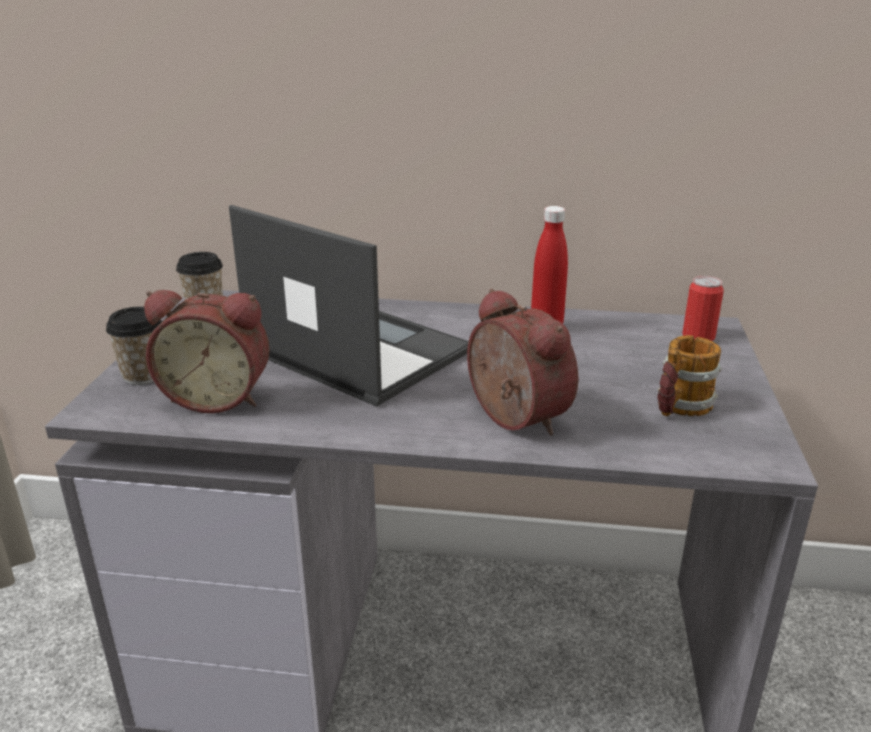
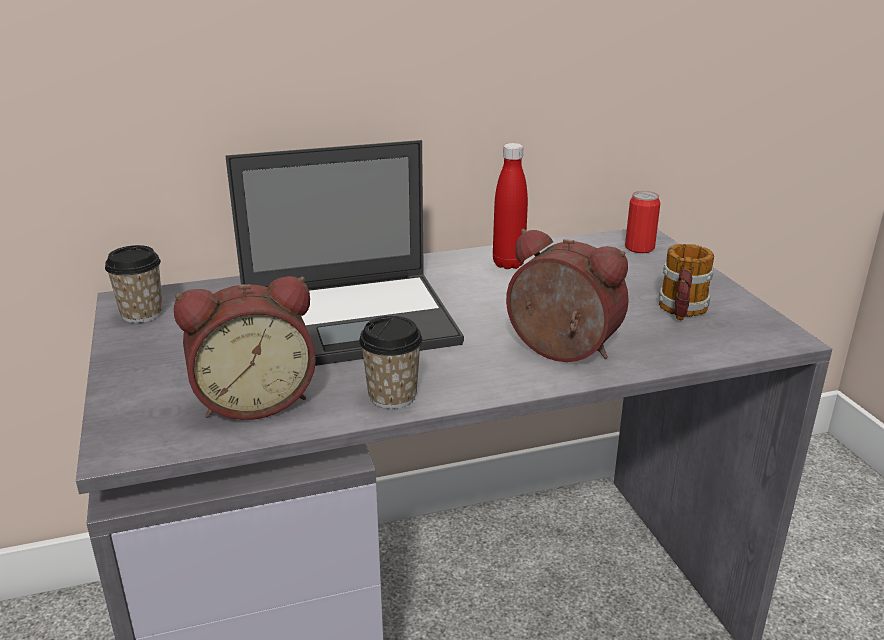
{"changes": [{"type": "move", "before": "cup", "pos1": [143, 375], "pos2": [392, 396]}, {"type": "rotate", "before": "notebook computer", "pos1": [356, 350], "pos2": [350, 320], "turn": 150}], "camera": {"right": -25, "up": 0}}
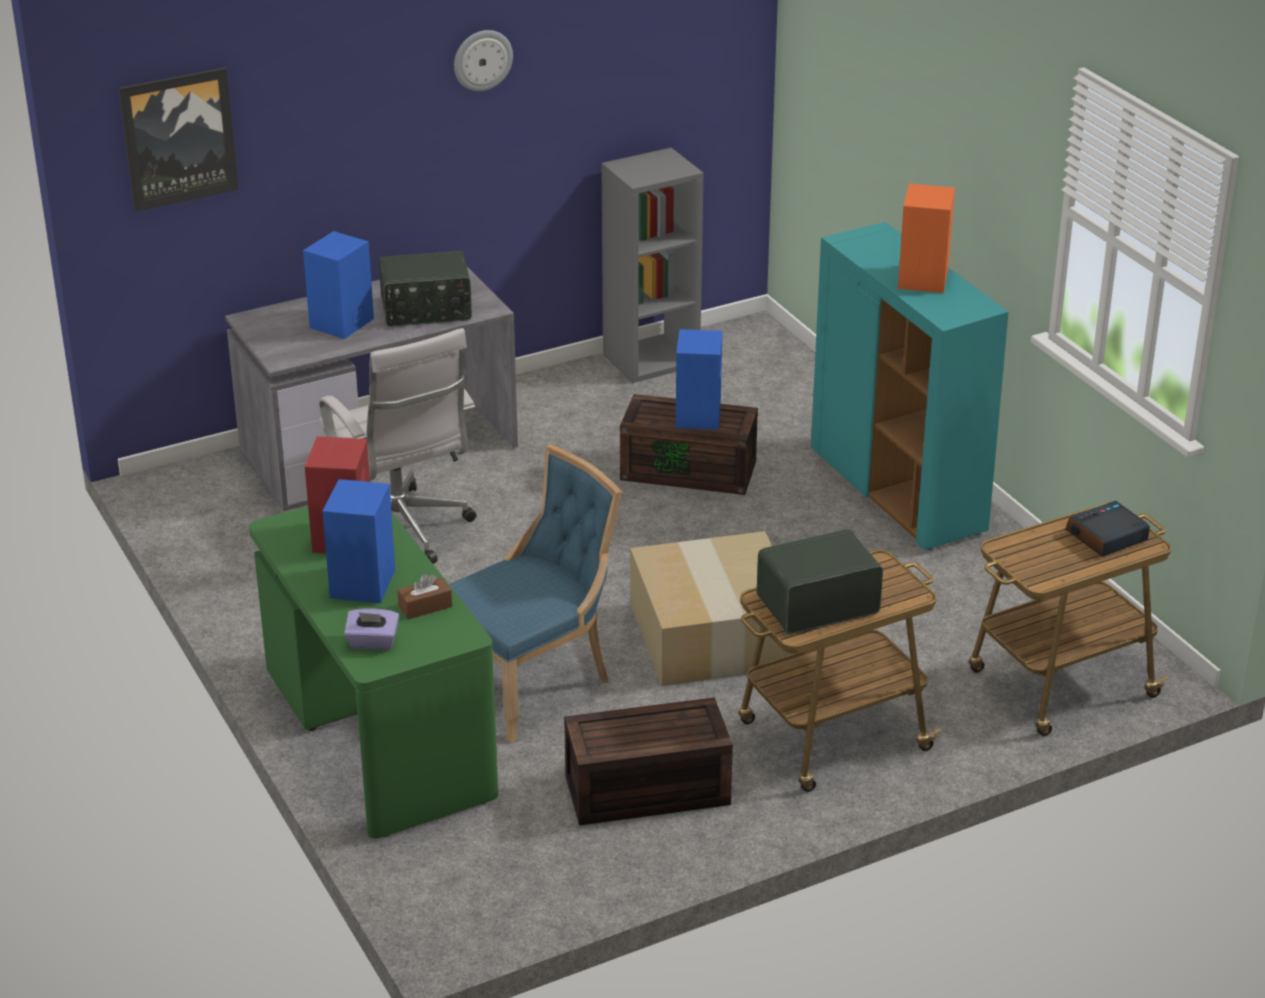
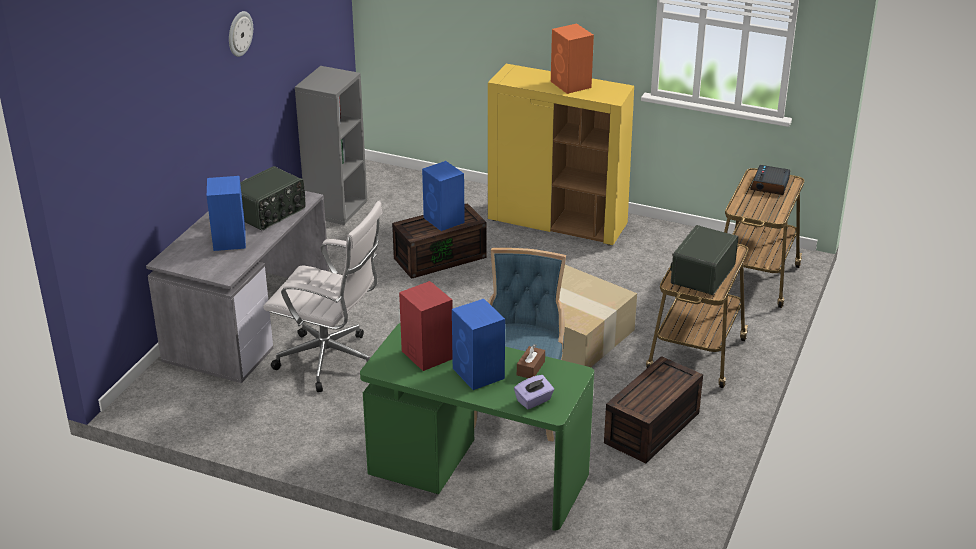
{"changes": [{"type": "delete", "before": "picture", "pos1": [178, 138]}, {"type": "recolor", "before": "turquoise-coloured storage cabinet", "after": "yellowish storage cabinet", "pos1": [898, 492], "pos2": [558, 223]}], "camera": {"right": -40, "up": 0}}
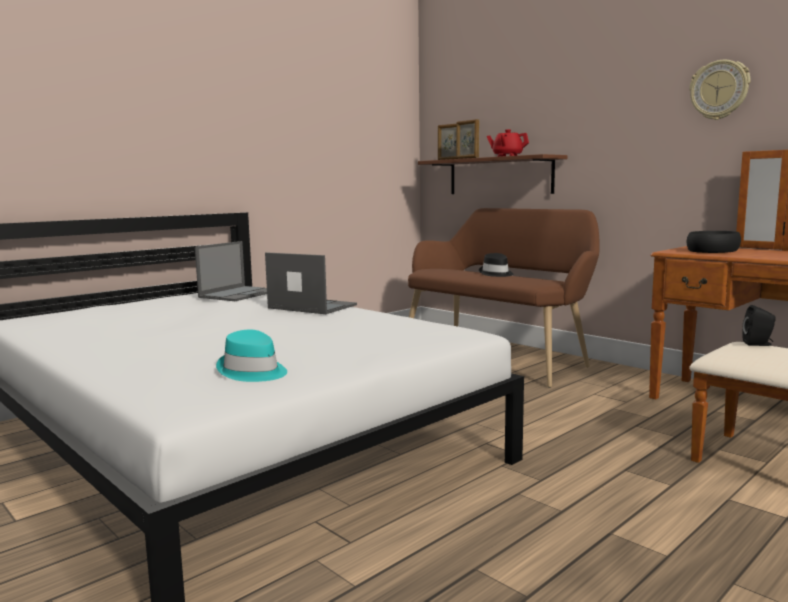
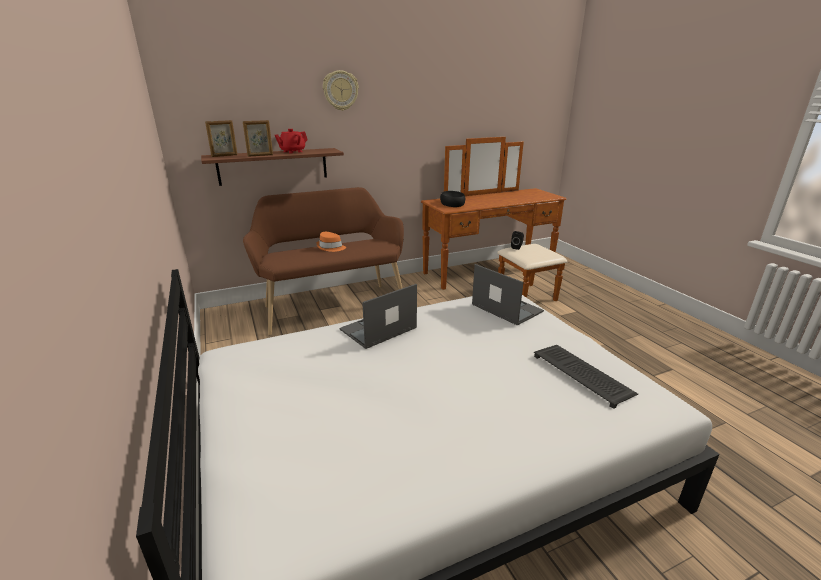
{"changes": [{"type": "move", "before": "notebook computer", "pos1": [239, 294], "pos2": [506, 308]}, {"type": "replace", "before": "turquoise-coloured hat", "after": "computer keyboard", "pos1": [252, 372], "pos2": [583, 375]}, {"type": "recolor", "before": "black-coloured hat", "after": "orange hat", "pos1": [496, 274], "pos2": [331, 247]}, {"type": "move", "before": "hanging clock", "pos1": [719, 90], "pos2": [340, 90]}], "camera": {"right": -70, "up": 15}}
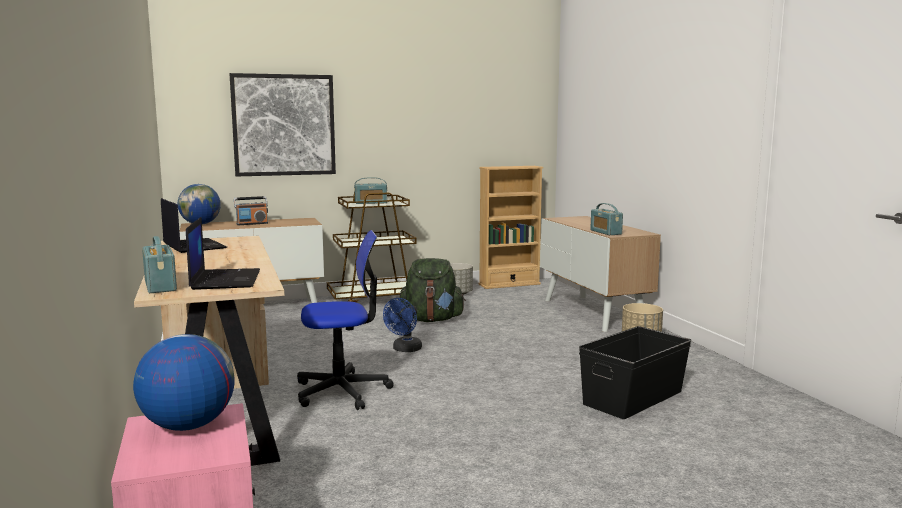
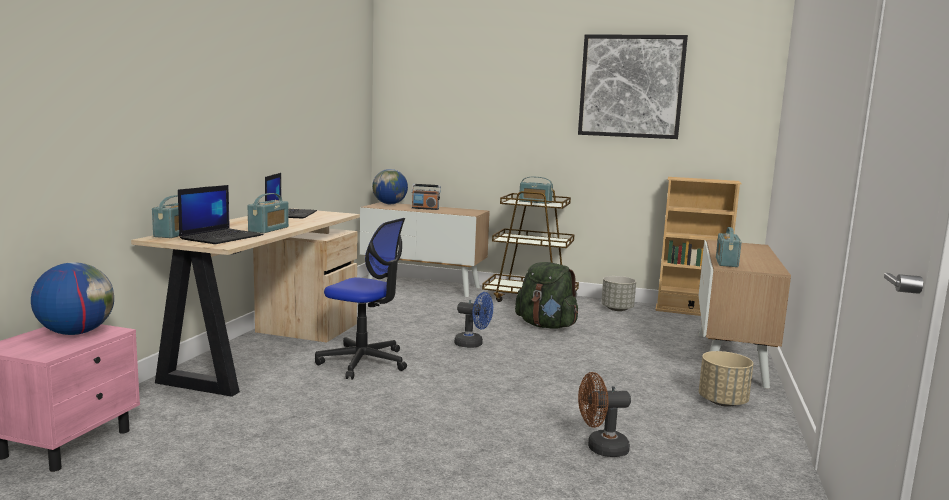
{"changes": [{"type": "move", "before": "picture", "pos1": [284, 125], "pos2": [631, 86]}, {"type": "rotate", "before": "blue-coloured electric fan", "pos1": [405, 350], "pos2": [473, 344], "turn": -135}, {"type": "replace", "before": "black-coloured storage container", "after": "brown-coloured electric fan", "pos1": [634, 397], "pos2": [601, 448]}, {"type": "insert", "after": "radio set", "pos2": [269, 229]}], "camera": {"right": 35, "up": 0}}
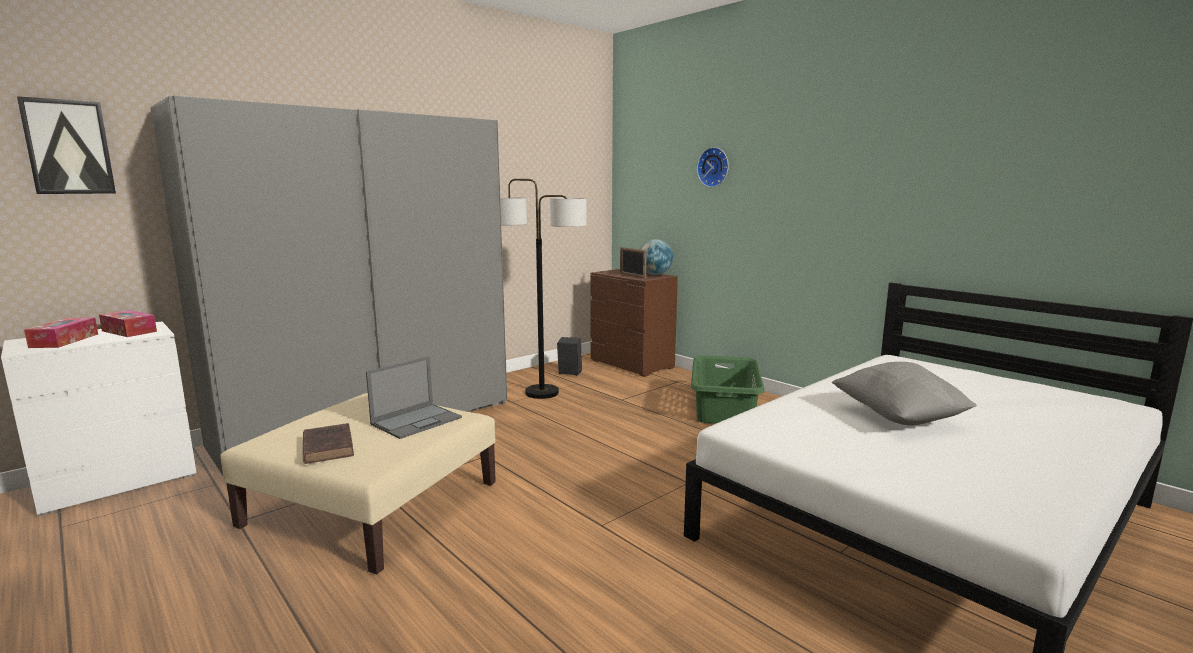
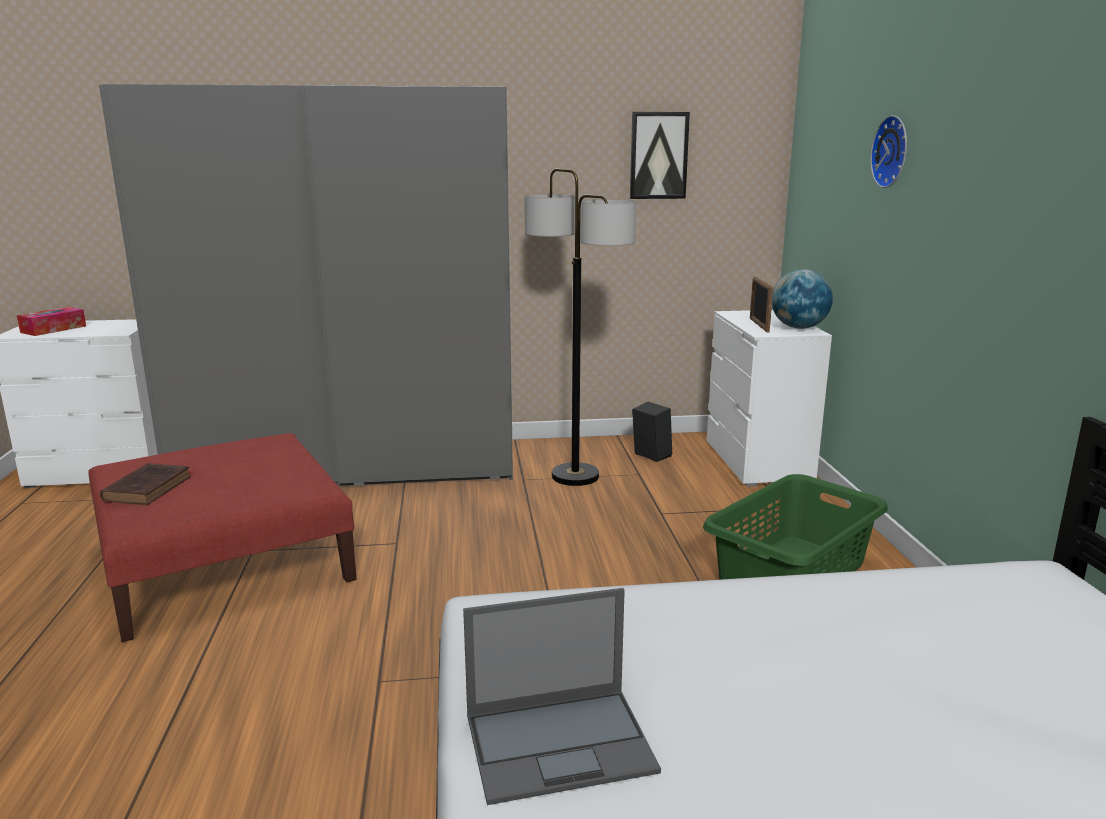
{"changes": [{"type": "move", "before": "picture", "pos1": [68, 147], "pos2": [658, 155]}, {"type": "delete", "before": "box of tissues", "pos1": [129, 331]}, {"type": "recolor", "before": "sand-coloured pouffe", "after": "reddish pouffe", "pos1": [373, 503], "pos2": [226, 562]}, {"type": "move", "before": "notebook computer", "pos1": [417, 421], "pos2": [561, 742]}, {"type": "recolor", "before": "brown-coloured dresser", "after": "white-coloured dresser", "pos1": [632, 364], "pos2": [758, 462]}, {"type": "delete", "before": "gray cushion", "pos1": [898, 417]}], "camera": {"right": 35, "up": 5}}
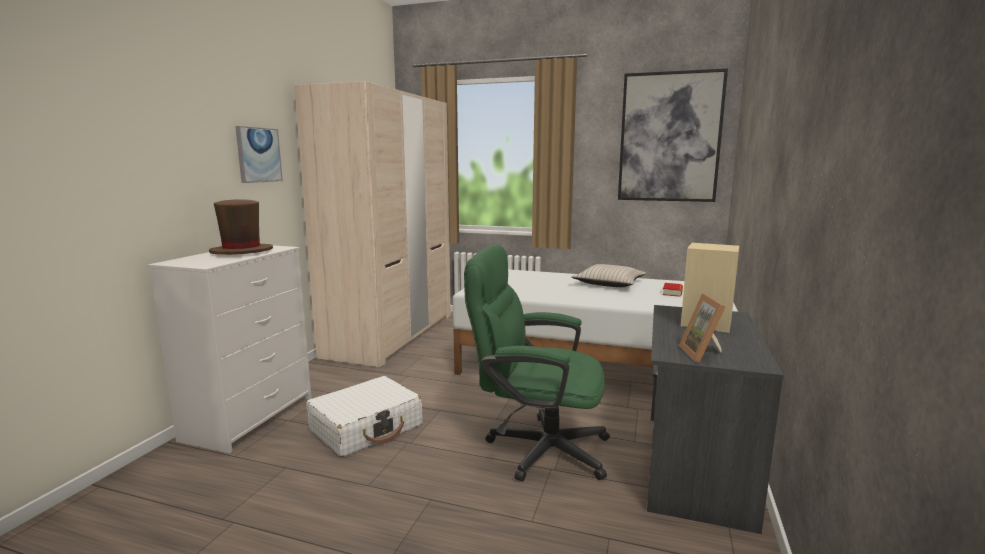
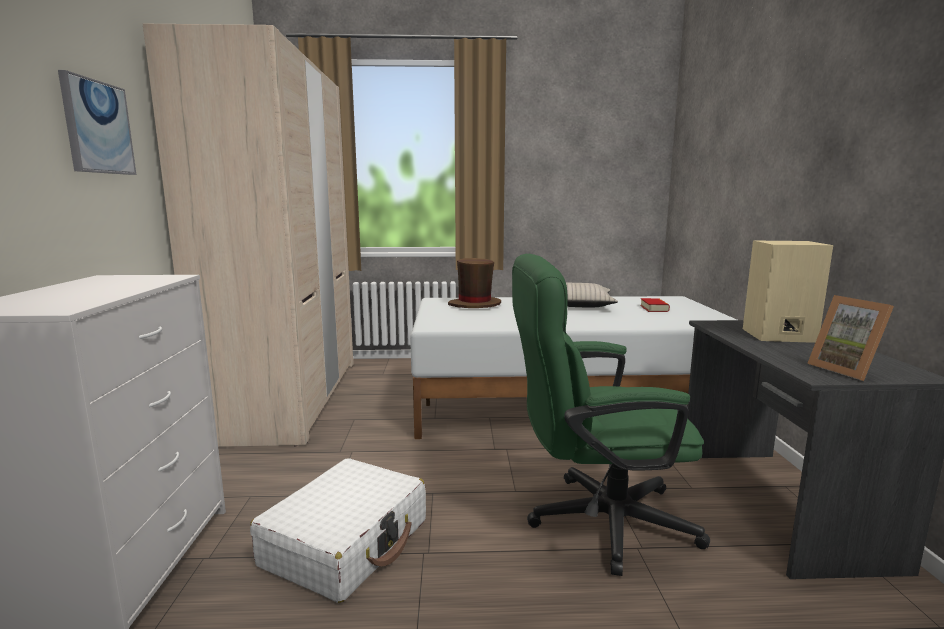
{"changes": [{"type": "move", "before": "brown-coloured hat", "pos1": [241, 252], "pos2": [474, 305]}, {"type": "delete", "before": "picture", "pos1": [669, 137]}], "camera": {"right": -20, "up": 0}}
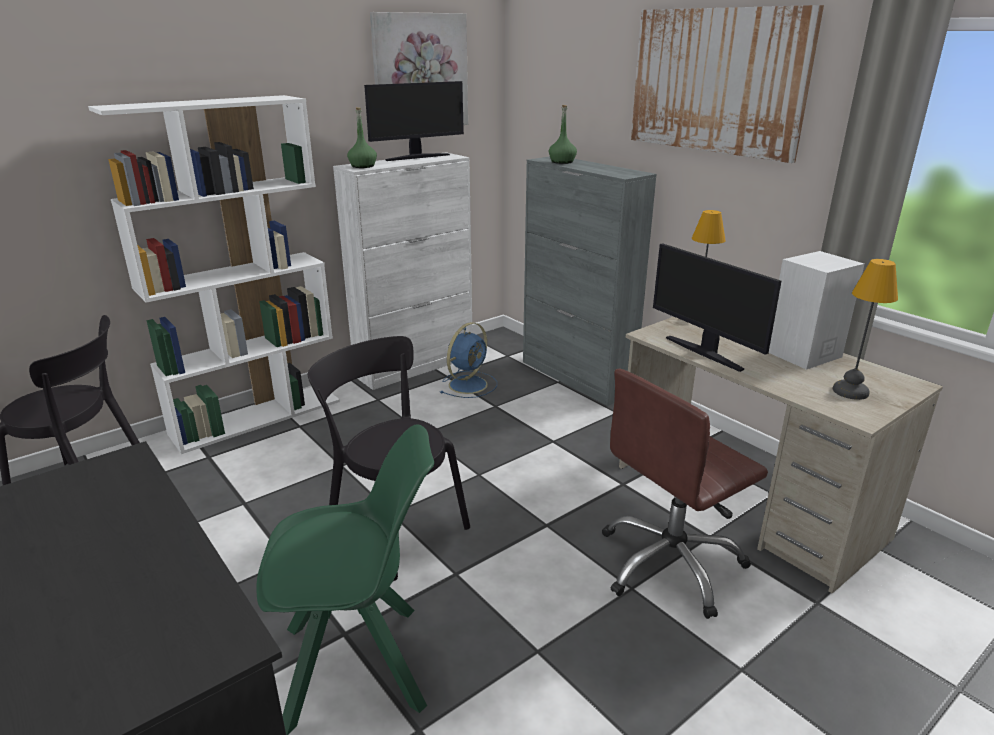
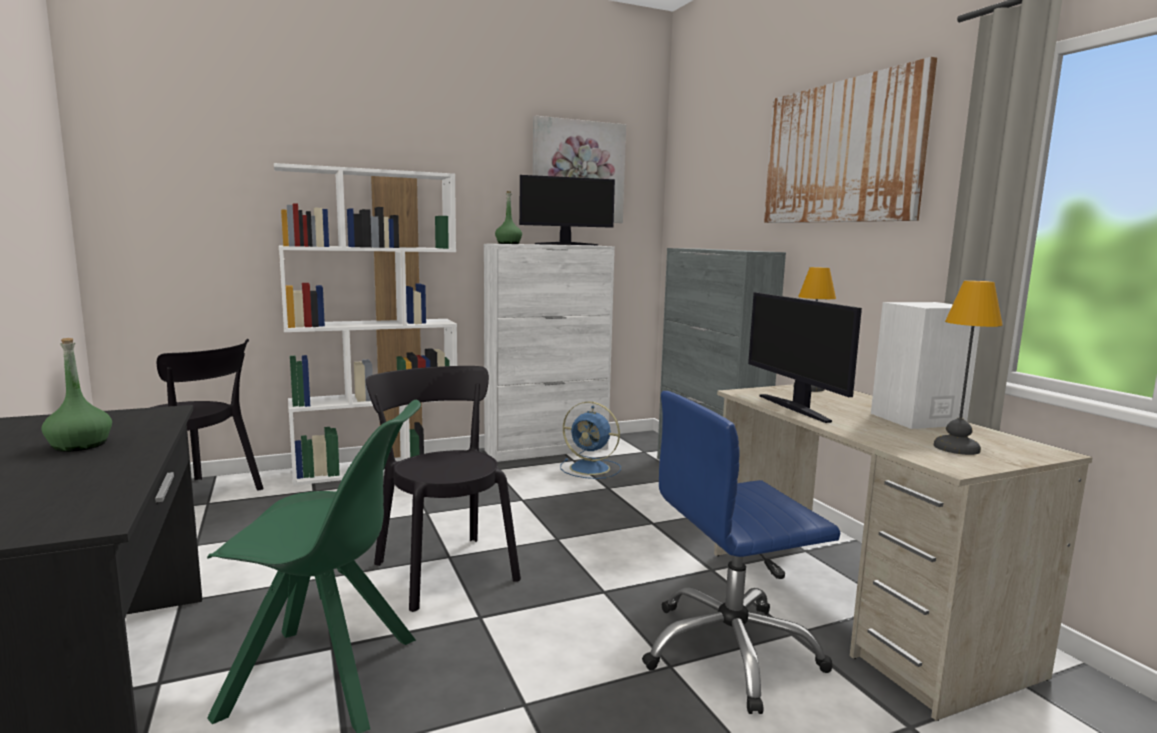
{"changes": [{"type": "rotate", "before": "blue-coloured electric fan", "pos1": [469, 384], "pos2": [591, 468], "turn": 60}, {"type": "move", "before": "green-coloured bottle", "pos1": [562, 162], "pos2": [80, 445]}, {"type": "recolor", "before": "brown-coloured office chair", "after": "blue-coloured office chair", "pos1": [671, 564], "pos2": [730, 651]}], "camera": {"right": 15, "up": -15}}
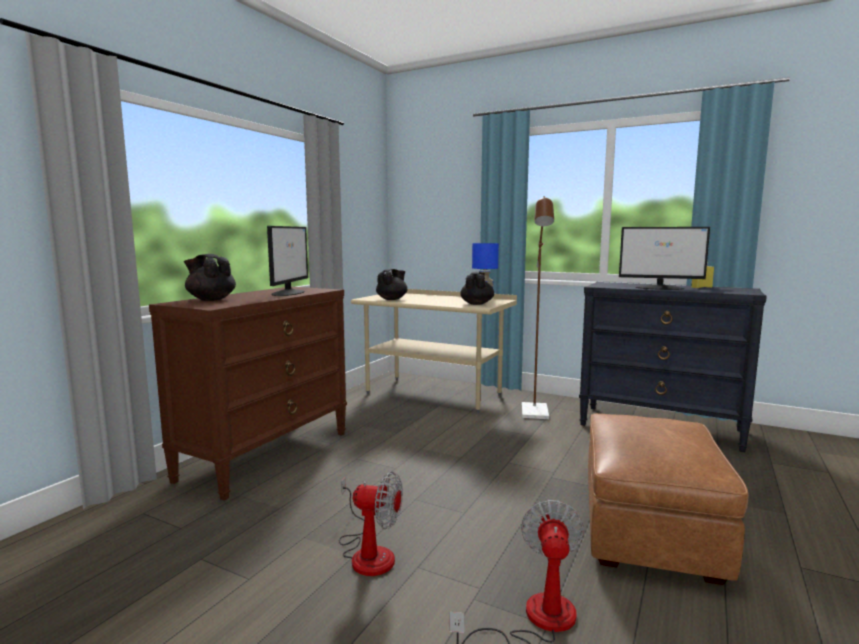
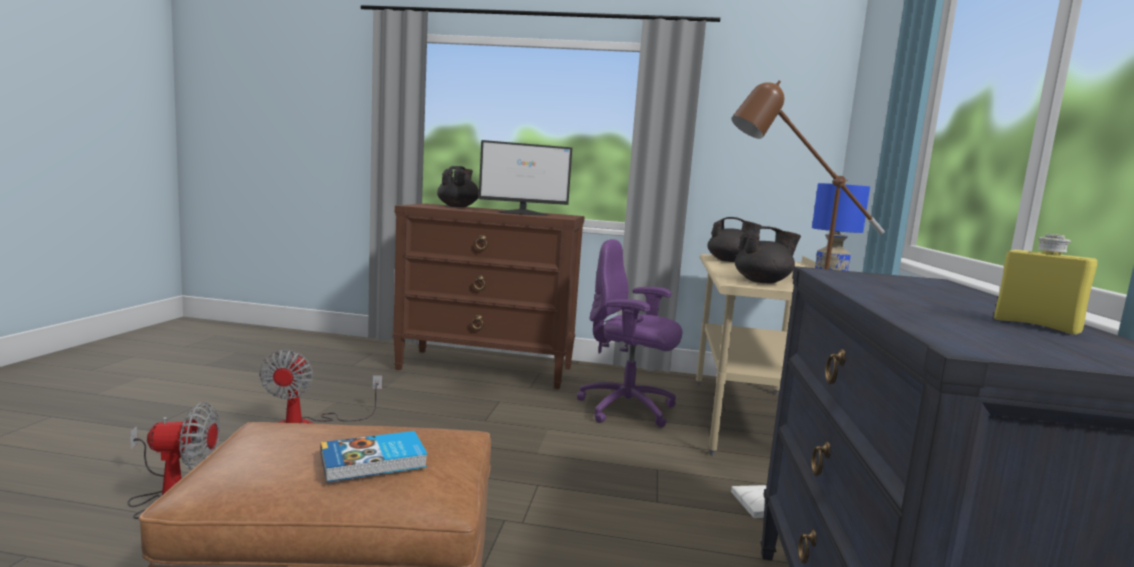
{"changes": [{"type": "delete", "before": "computer screen", "pos1": [660, 288]}, {"type": "insert", "after": "book", "pos2": [374, 461]}, {"type": "insert", "after": "purplish office chair", "pos2": [628, 409]}], "camera": {"right": 70, "up": 0}}
